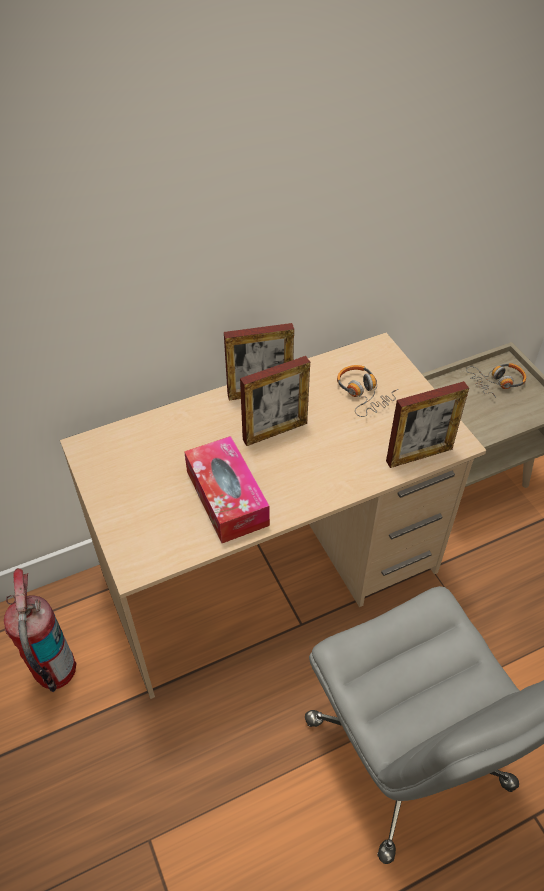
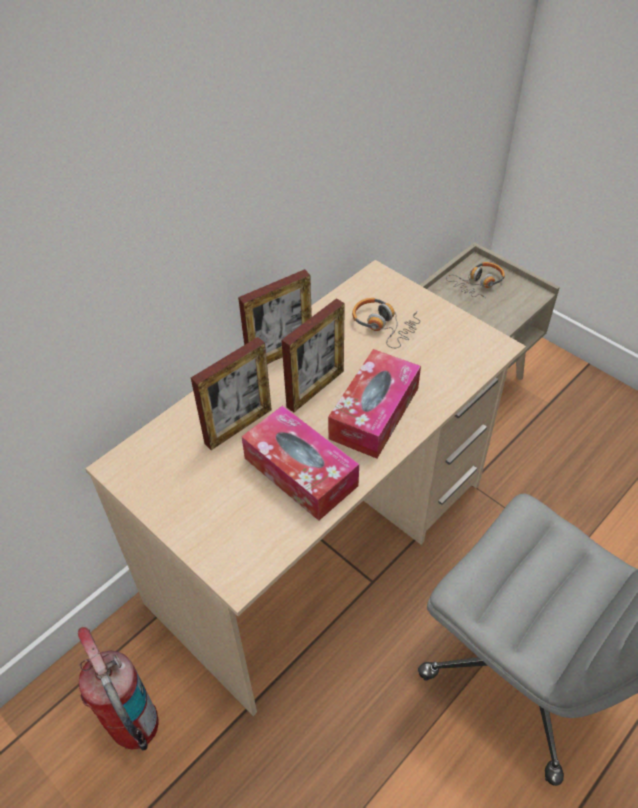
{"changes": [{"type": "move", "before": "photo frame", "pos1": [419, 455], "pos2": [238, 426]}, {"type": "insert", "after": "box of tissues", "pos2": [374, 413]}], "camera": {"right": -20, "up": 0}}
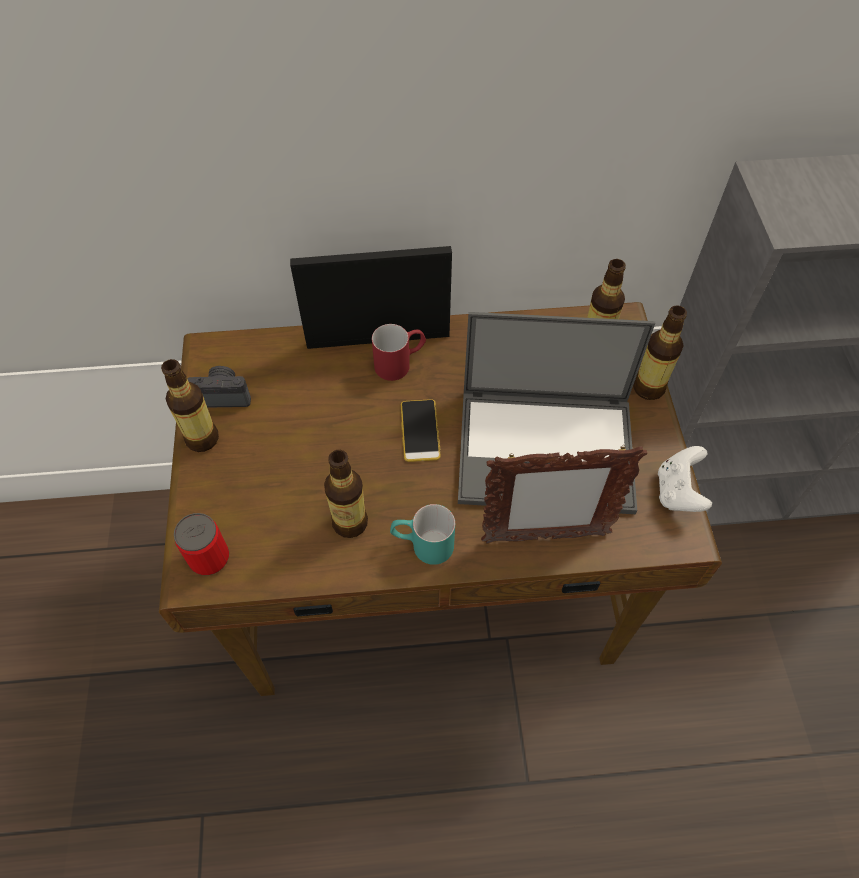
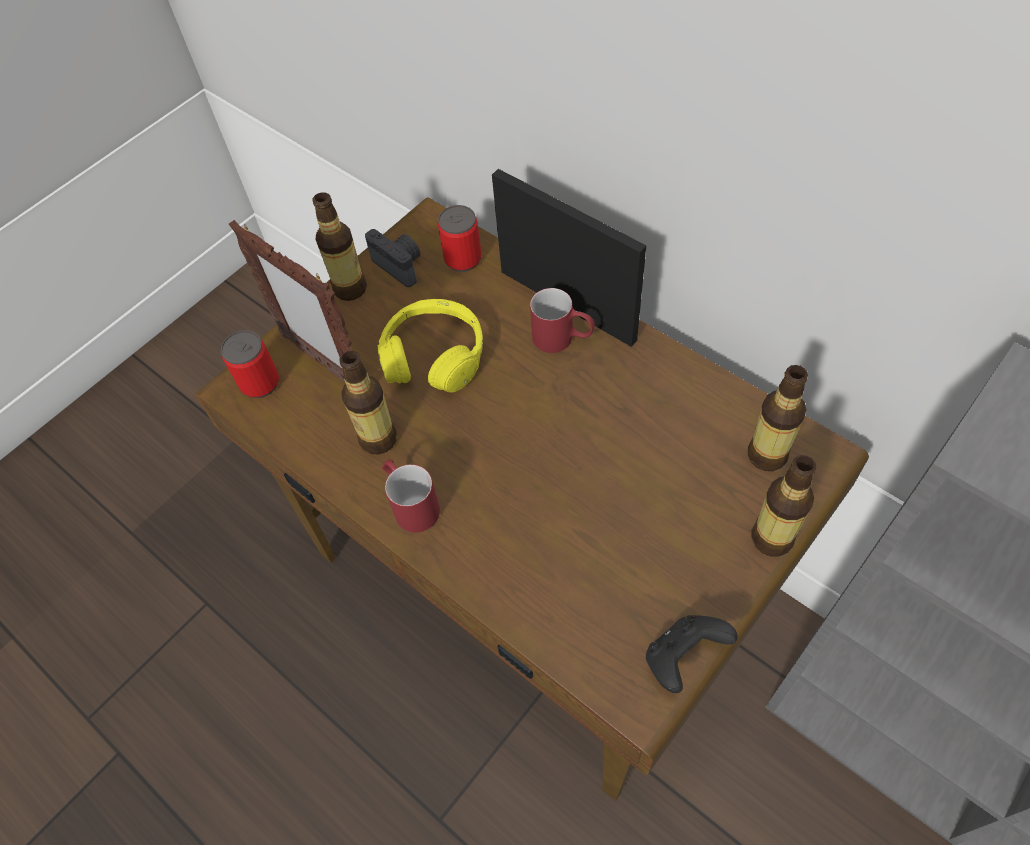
{"changes": [{"type": "recolor", "before": "turquoise-coloured mug", "after": "reddish mug", "pos1": [422, 544], "pos2": [410, 503]}, {"type": "delete", "before": "phone", "pos1": [420, 430]}, {"type": "delete", "before": "notebook computer", "pos1": [548, 449]}, {"type": "move", "before": "photo frame", "pos1": [544, 537], "pos2": [324, 364]}, {"type": "recolor", "before": "white-coloured game controller", "after": "black-coloured game controller", "pos1": [678, 492], "pos2": [683, 657]}, {"type": "insert", "after": "yellowish pair of headphones", "pos2": [434, 356]}, {"type": "insert", "after": "metal can", "pos2": [463, 259]}], "camera": {"right": 50, "up": 0}}
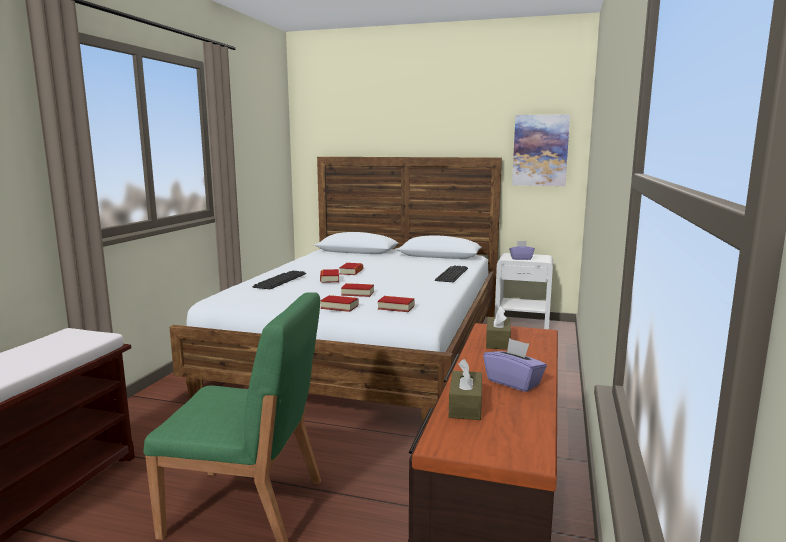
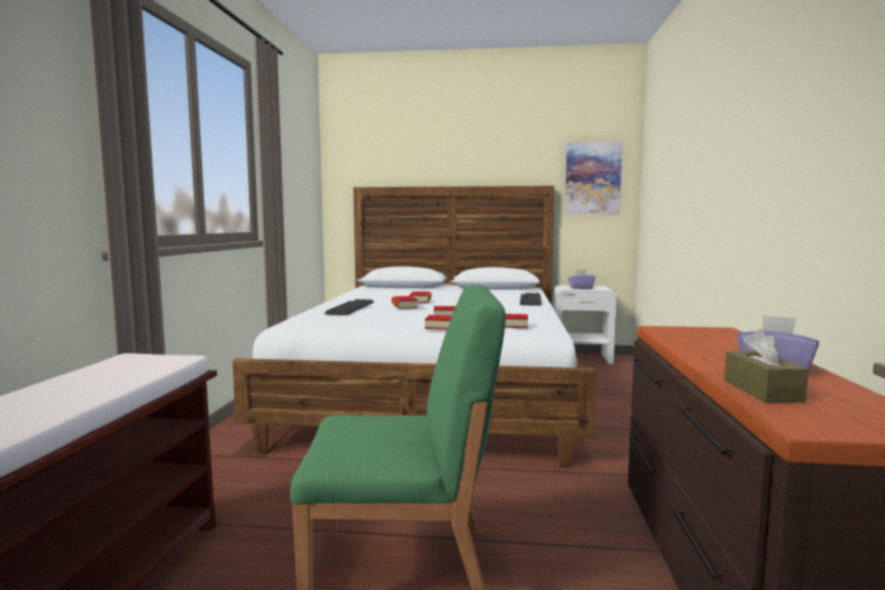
{"changes": [{"type": "delete", "before": "brown-coloured box of tissues", "pos1": [497, 341]}], "camera": {"right": -10, "up": -5}}
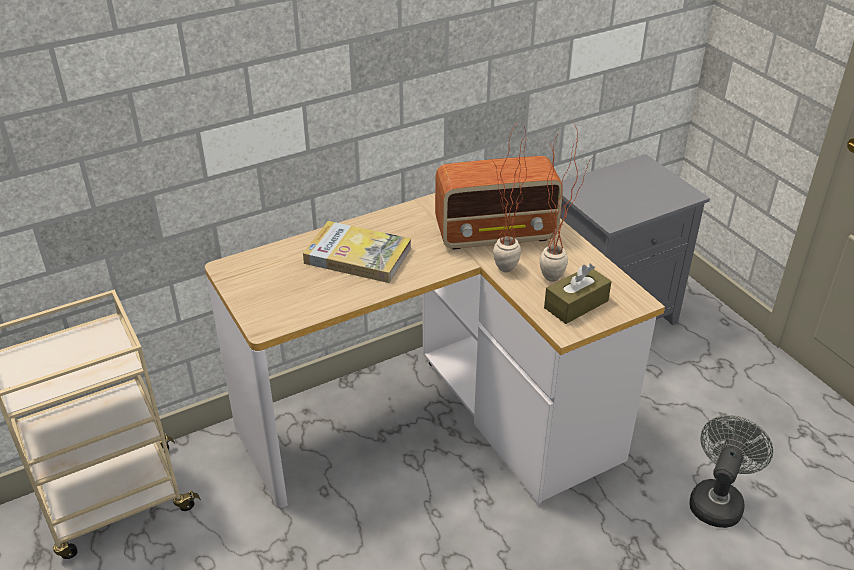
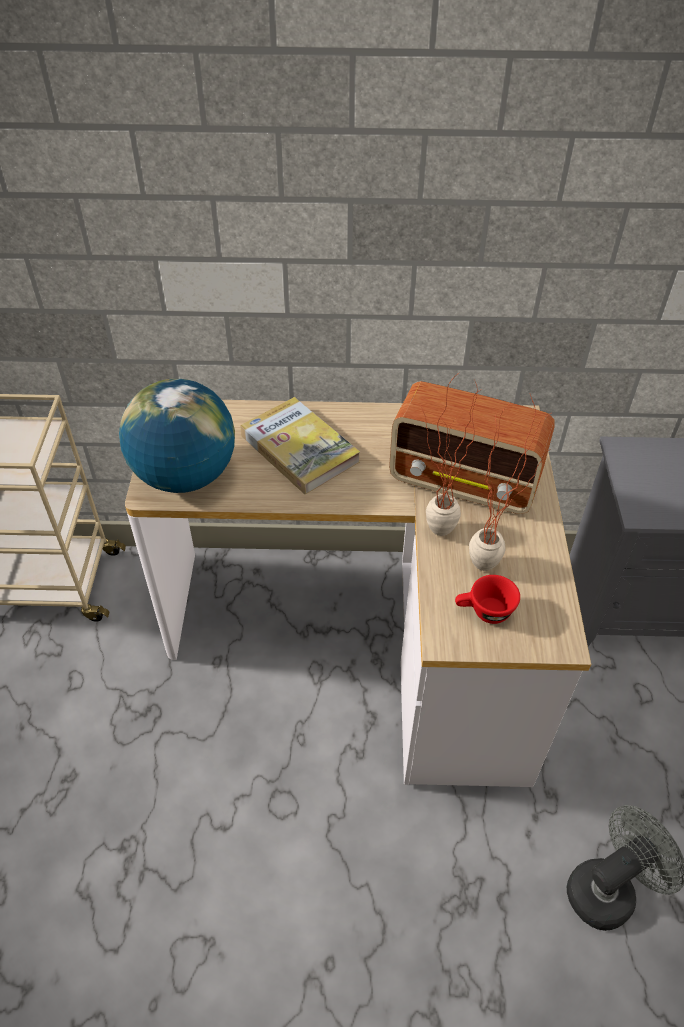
{"changes": [{"type": "replace", "before": "brown-coloured box of tissues", "after": "reddish cup", "pos1": [576, 304], "pos2": [484, 612]}, {"type": "insert", "after": "world globe", "pos2": [185, 475]}], "camera": {"right": 30, "up": 10}}
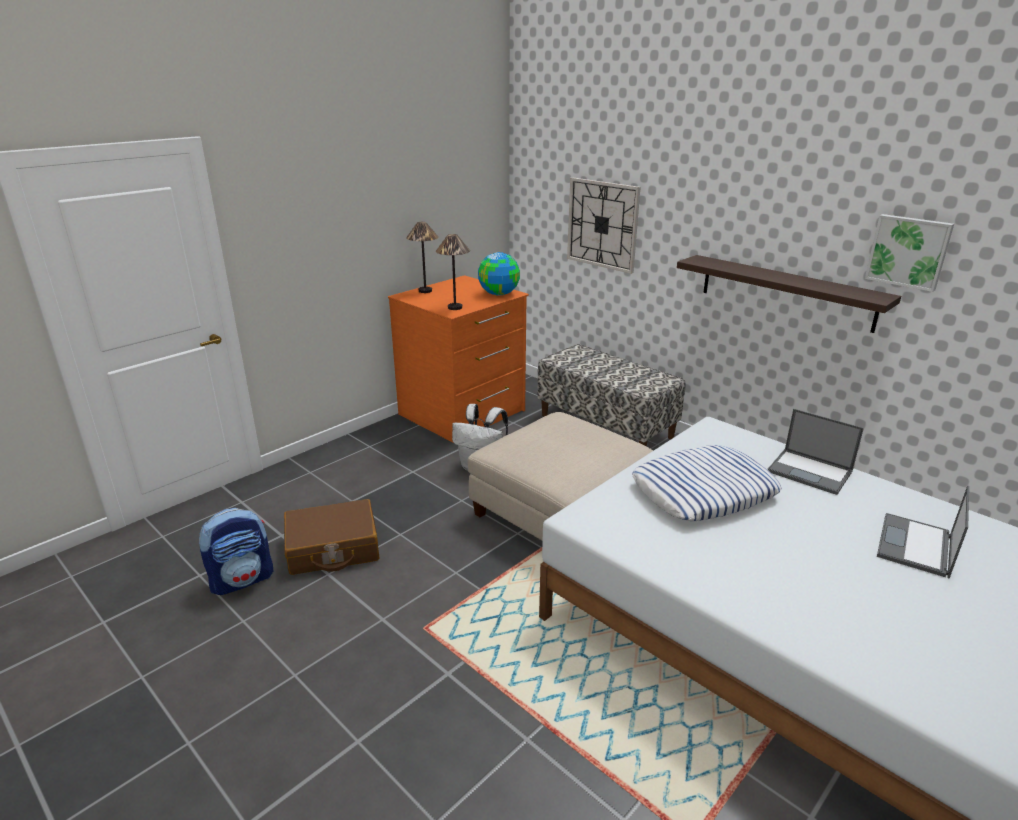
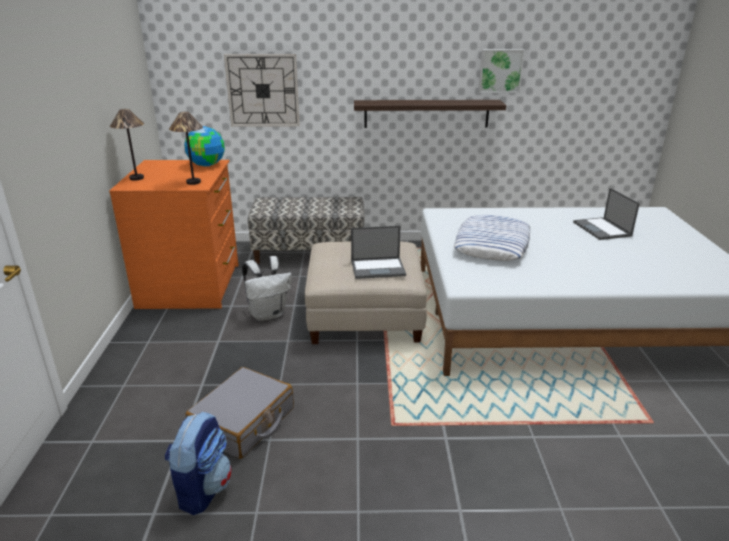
{"changes": [{"type": "recolor", "before": "brown-coloured piece of luggage", "after": "gray piece of luggage", "pos1": [333, 548], "pos2": [243, 422]}, {"type": "move", "before": "notebook computer", "pos1": [810, 472], "pos2": [378, 268]}], "camera": {"right": -45, "up": 0}}
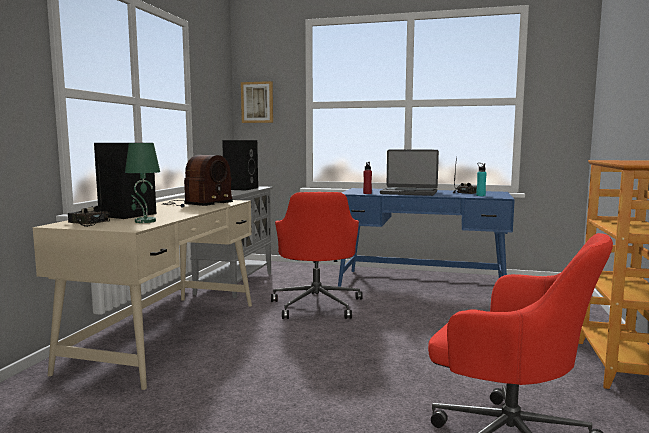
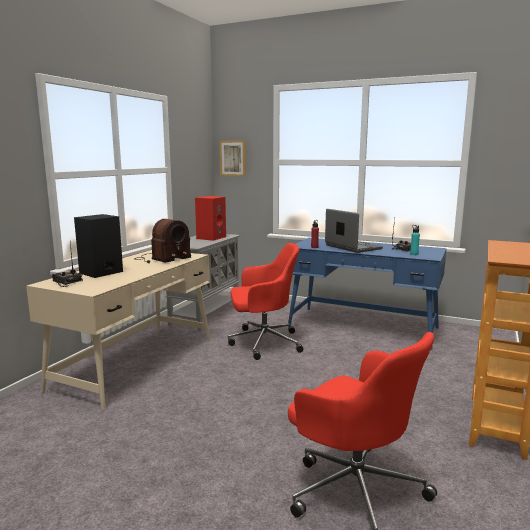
{"changes": [{"type": "delete", "before": "green-coloured table lamp", "pos1": [144, 221]}, {"type": "recolor", "before": "black-coloured audio speaker", "after": "reddish audio speaker", "pos1": [241, 188], "pos2": [211, 237]}, {"type": "rotate", "before": "reddish office chair", "pos1": [317, 305], "pos2": [263, 342], "turn": -105}, {"type": "rotate", "before": "notebook computer", "pos1": [409, 192], "pos2": [352, 247], "turn": -150}], "camera": {"right": 10, "up": 5}}
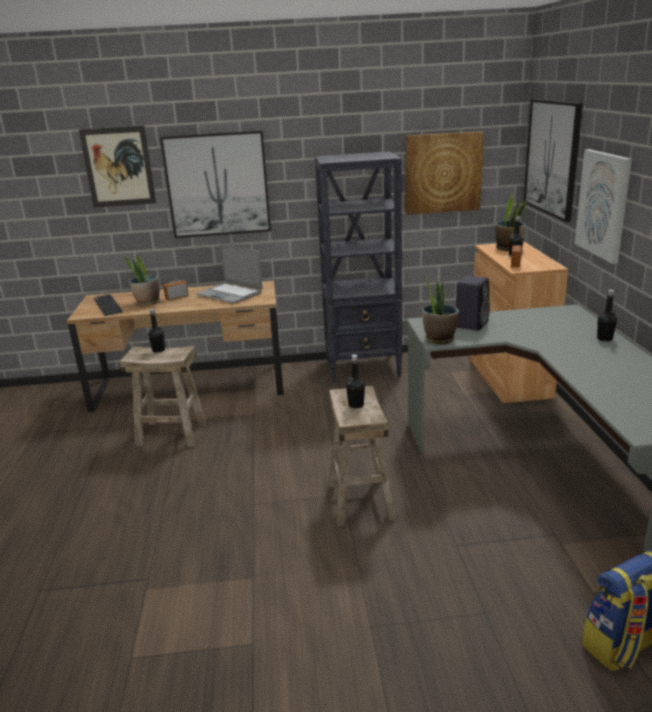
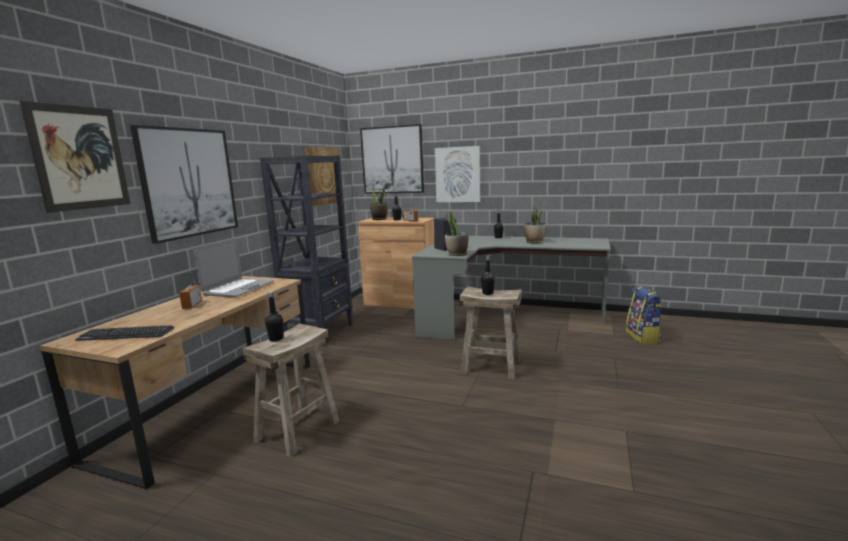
{"changes": [{"type": "move", "before": "plant in a pot", "pos1": [147, 303], "pos2": [534, 242]}, {"type": "rotate", "before": "notebook computer", "pos1": [230, 294], "pos2": [238, 288], "turn": -45}], "camera": {"right": -65, "up": -10}}
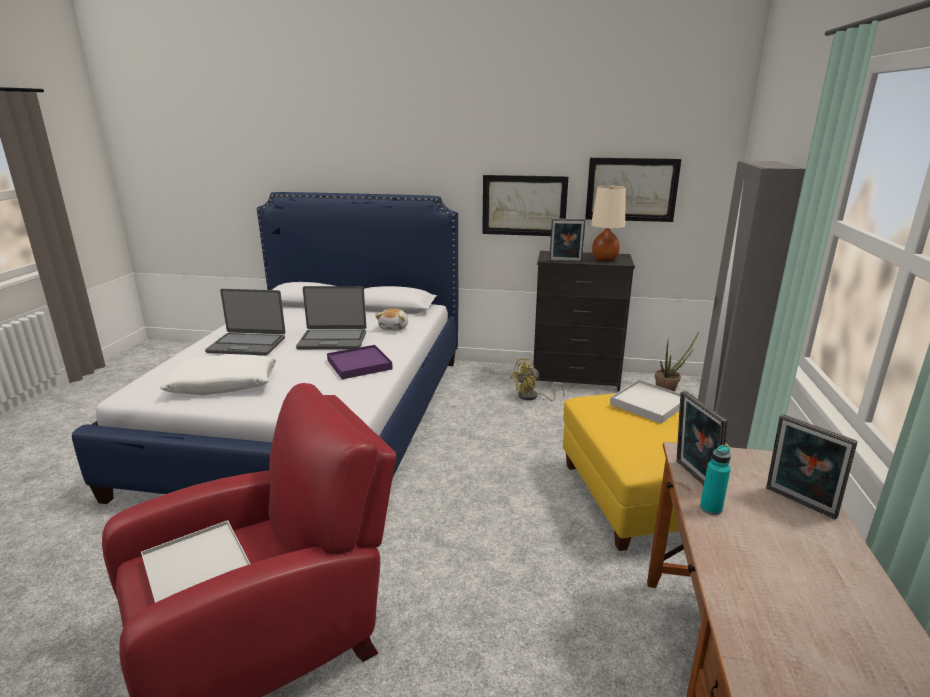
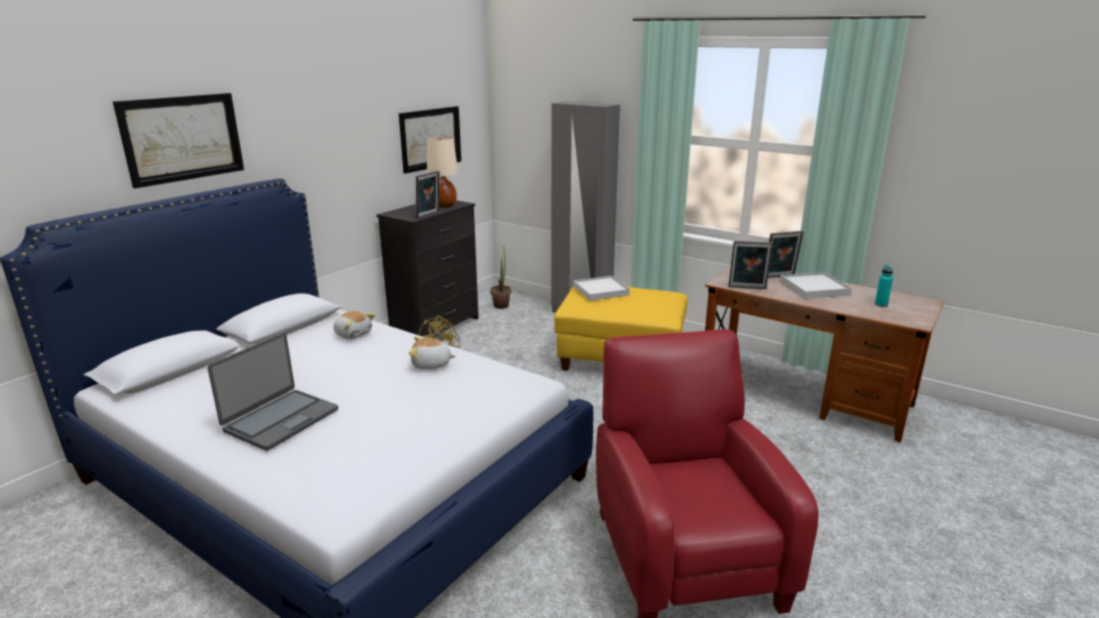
{"changes": [{"type": "move", "before": "white-coloured carrying tray", "pos1": [197, 569], "pos2": [814, 288]}, {"type": "delete", "before": "white-coloured cushion", "pos1": [223, 385]}, {"type": "delete", "before": "notebook computer", "pos1": [332, 340]}, {"type": "replace", "before": "purplish carrying tray", "after": "plush toy", "pos1": [359, 365], "pos2": [431, 364]}, {"type": "move", "before": "picture", "pos1": [524, 205], "pos2": [182, 138]}, {"type": "move", "before": "turquoise-coloured bottle", "pos1": [710, 508], "pos2": [881, 304]}], "camera": {"right": -65, "up": 0}}
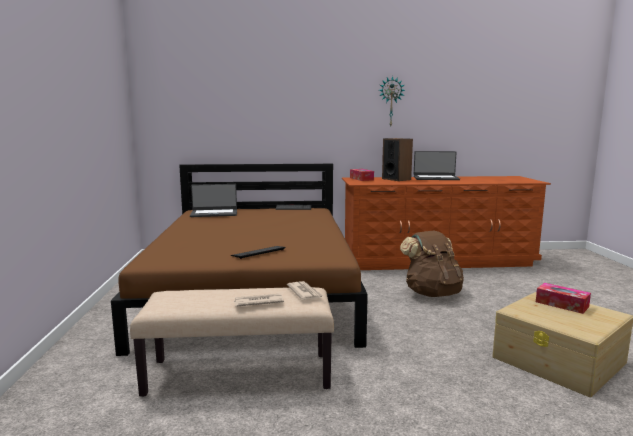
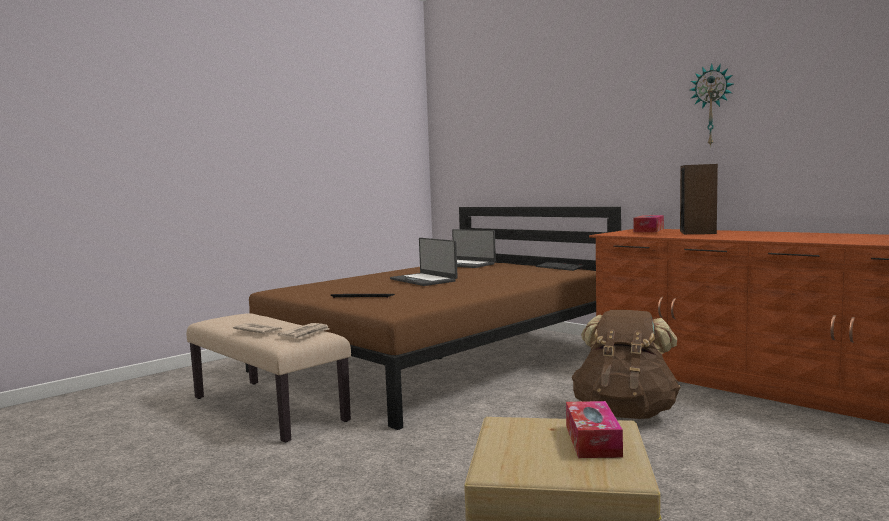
{"changes": [{"type": "move", "before": "notebook computer", "pos1": [435, 178], "pos2": [424, 280]}], "camera": {"right": 50, "up": -5}}
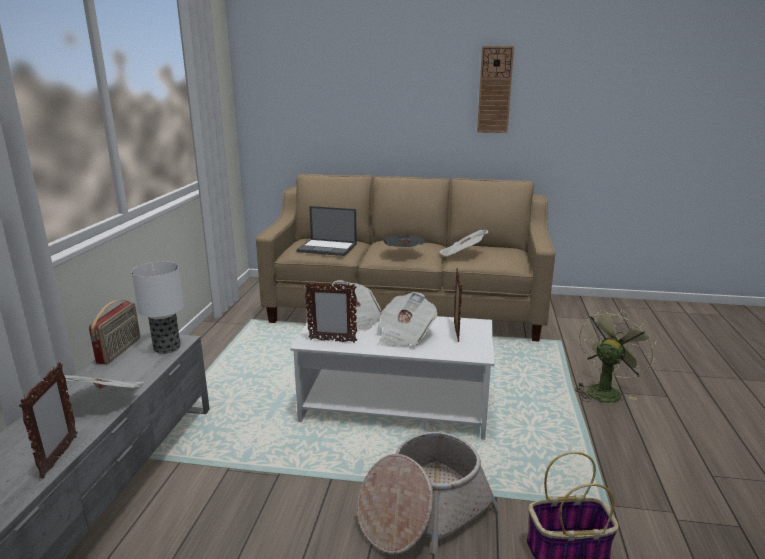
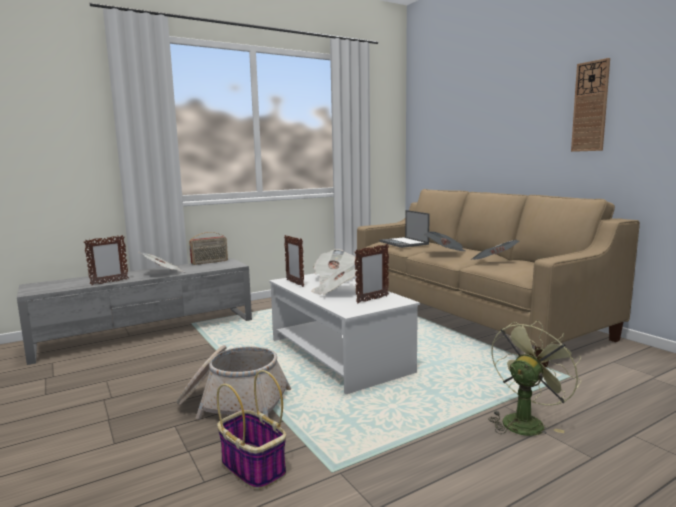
{"changes": [{"type": "delete", "before": "table lamp", "pos1": [166, 348]}, {"type": "rotate", "before": "green-coloured electric fan", "pos1": [605, 390], "pos2": [525, 421], "turn": -45}], "camera": {"right": 50, "up": -10}}
